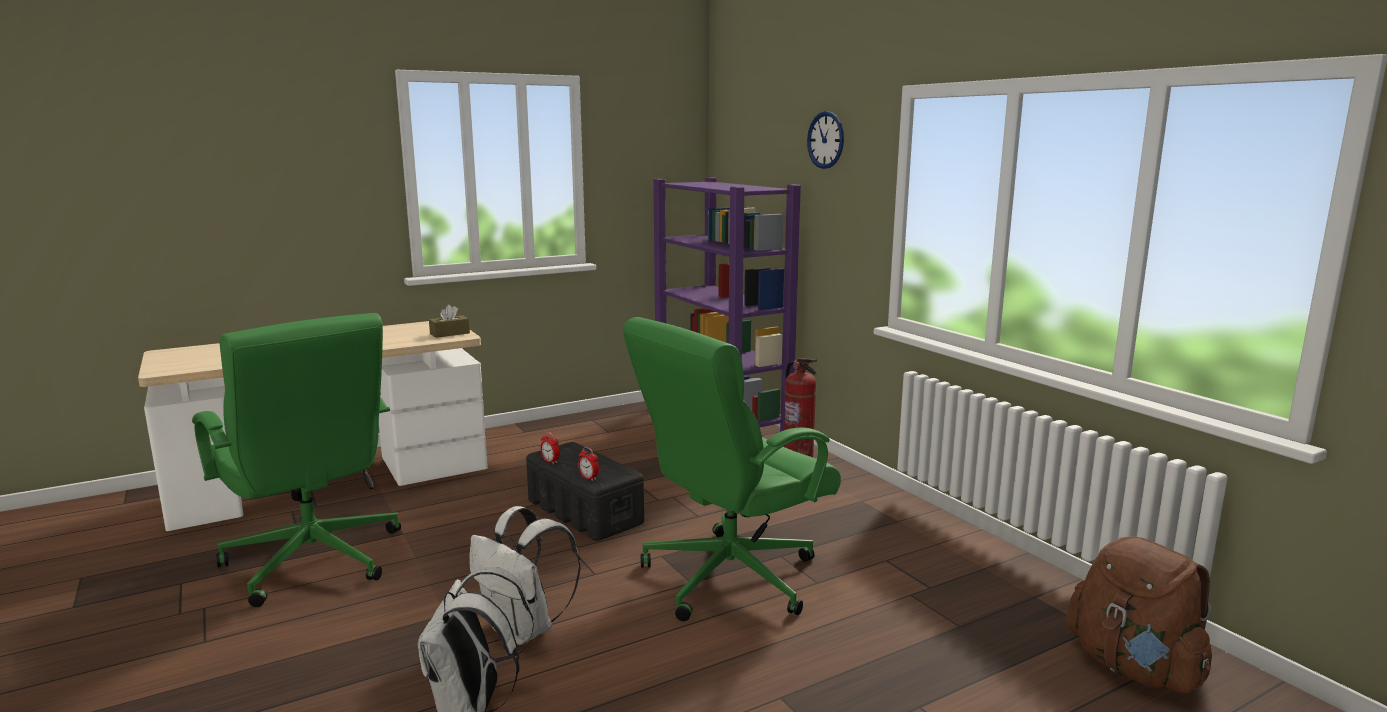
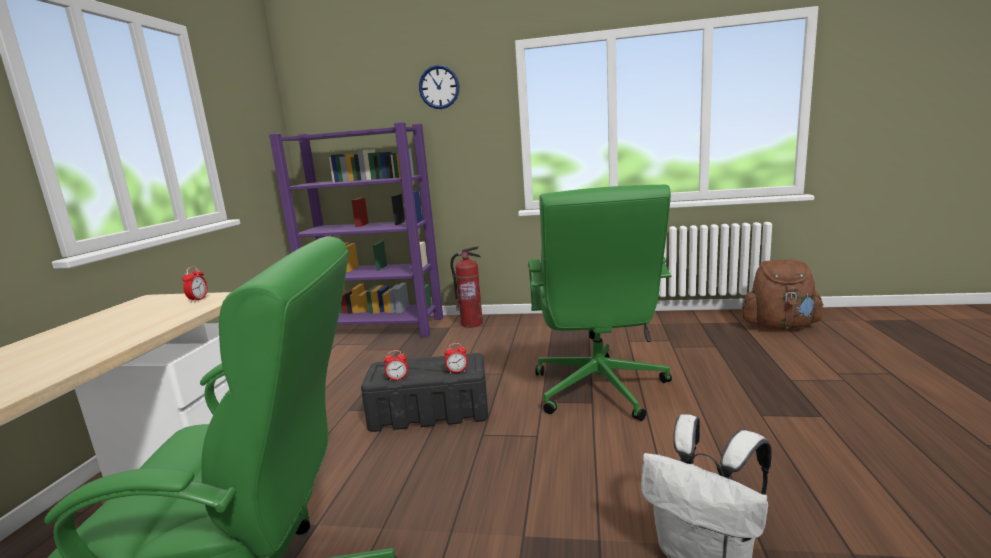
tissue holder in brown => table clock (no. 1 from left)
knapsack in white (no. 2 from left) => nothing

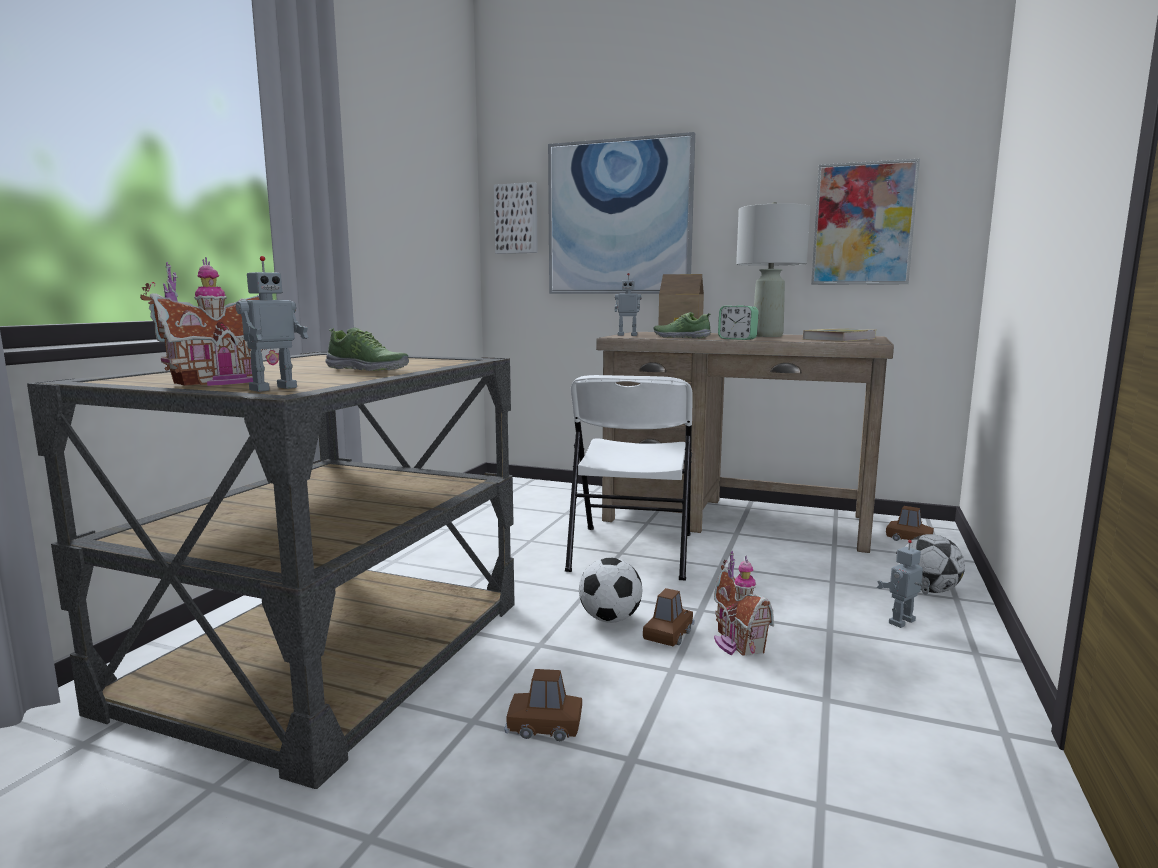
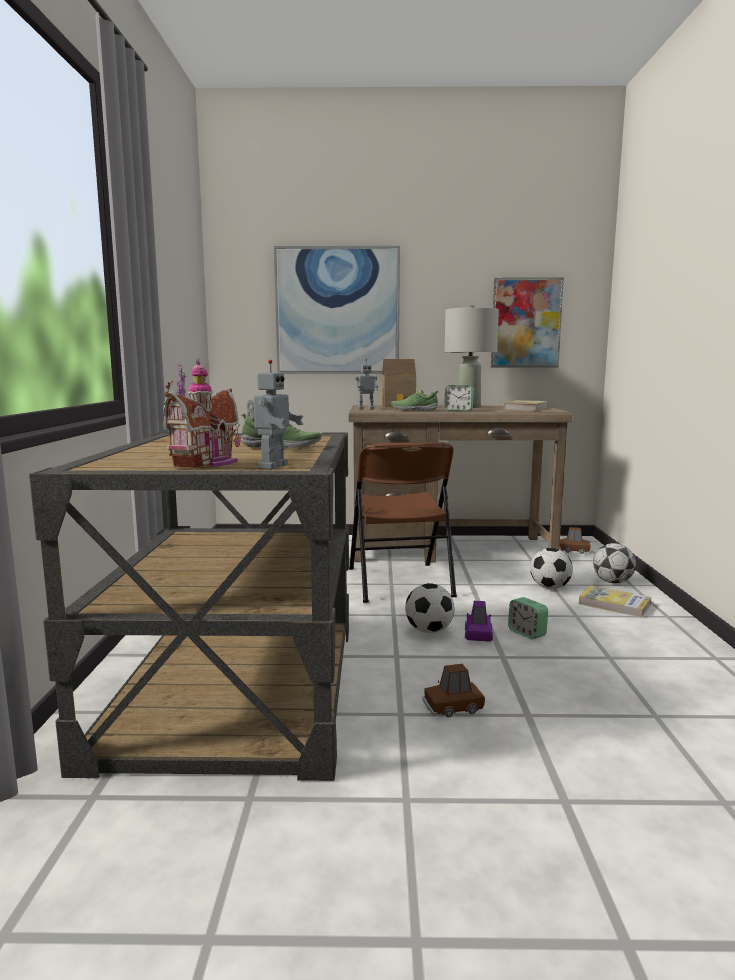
picture (no. 1 from left) => nothing
upright chair in white => upright chair in brown
model car in brown (no. 2 from left) => model car in purplish
miniature house (no. 3 from left) => table clock (no. 2 from left)
robot figure (no. 3 from left) => bound book (no. 2 from left)
nothing => football ball (no. 2 from left)

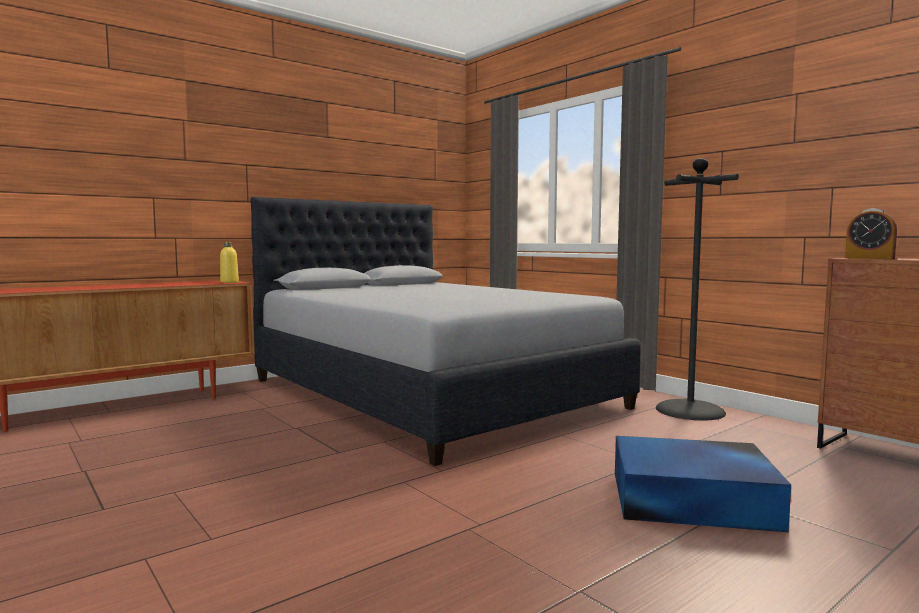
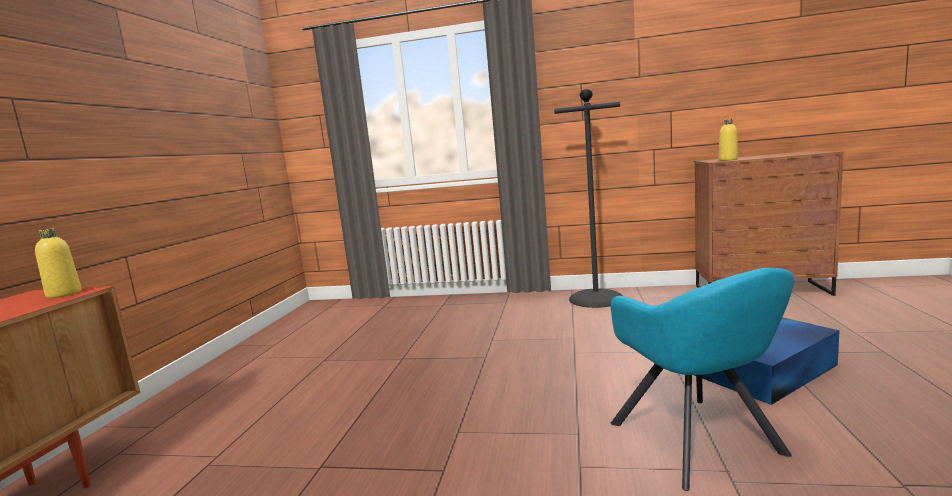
bed in gray => nothing
table clock => beverage bottle in yellow-coloured (no. 2 from left)
nothing => armchair in turquoise

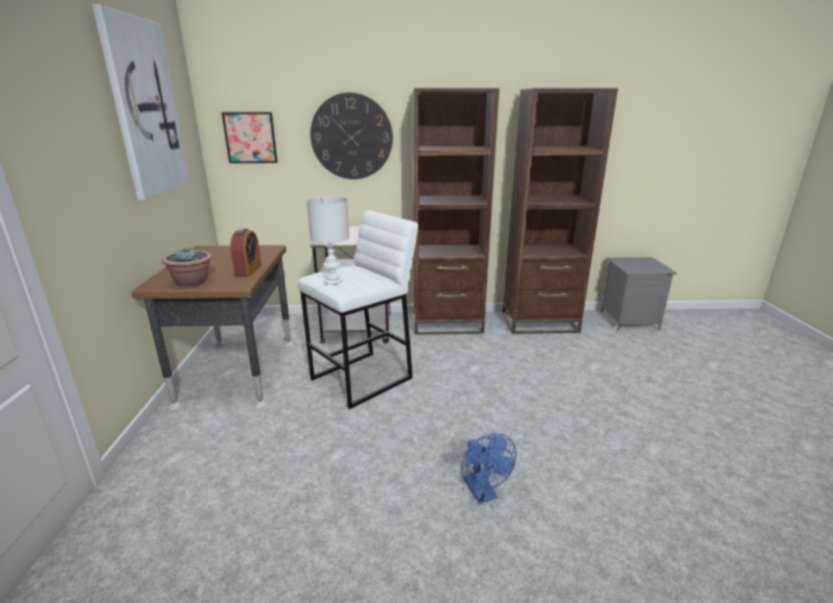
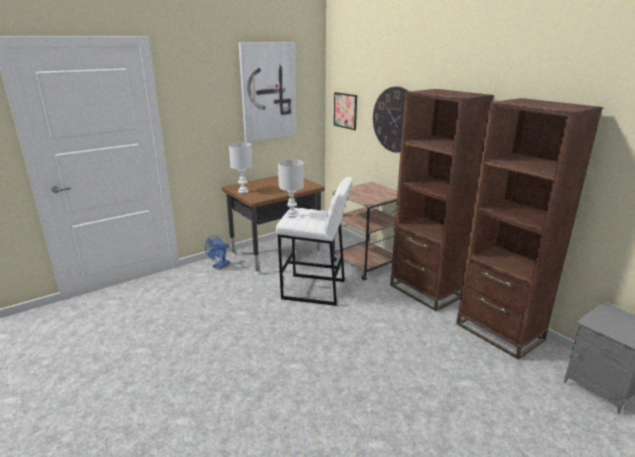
plant in a pot => lamp for a table in white (no. 1 from left)
table clock => nothing
fan in bluish, relocated

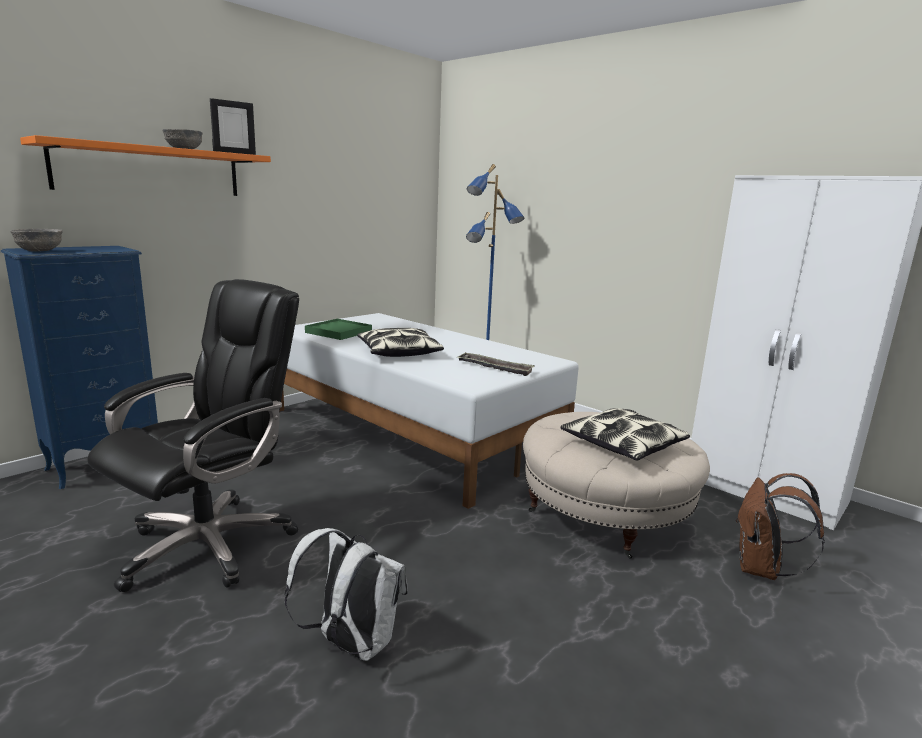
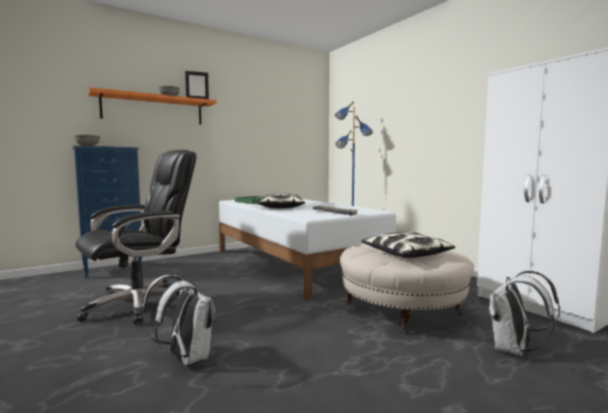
knapsack in brown => knapsack in white (no. 2 from left)

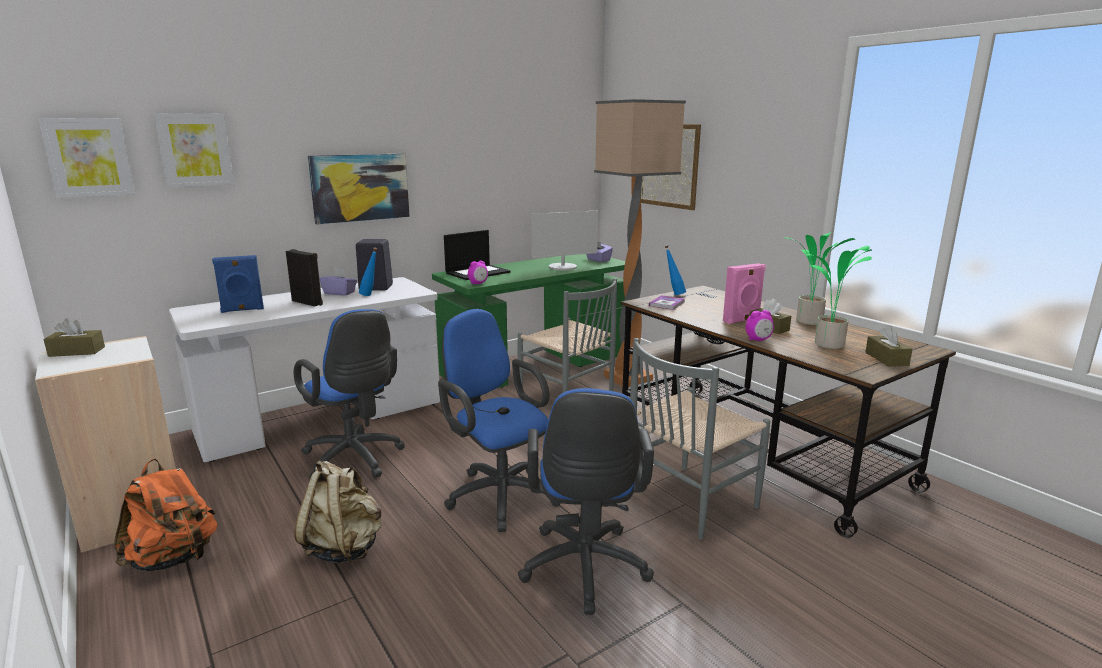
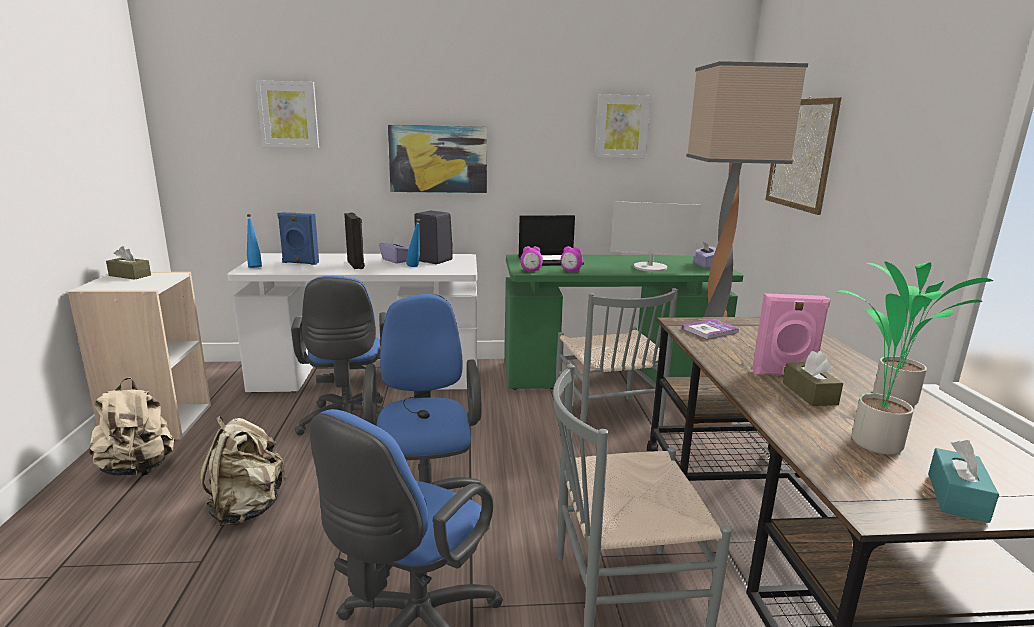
picture (no. 1 from left in the first image) => picture (no. 3 from left), relocated
knapsack in orange-coloured => knapsack in beige-coloured (no. 1 from left)
beverage bottle in bluish (no. 2 from left in the first image) => beverage bottle in bluish (no. 1 from left), relocated
table clock (no. 2 from left), relocated
tissue holder in brown (no. 3 from left) => tissue holder in turquoise

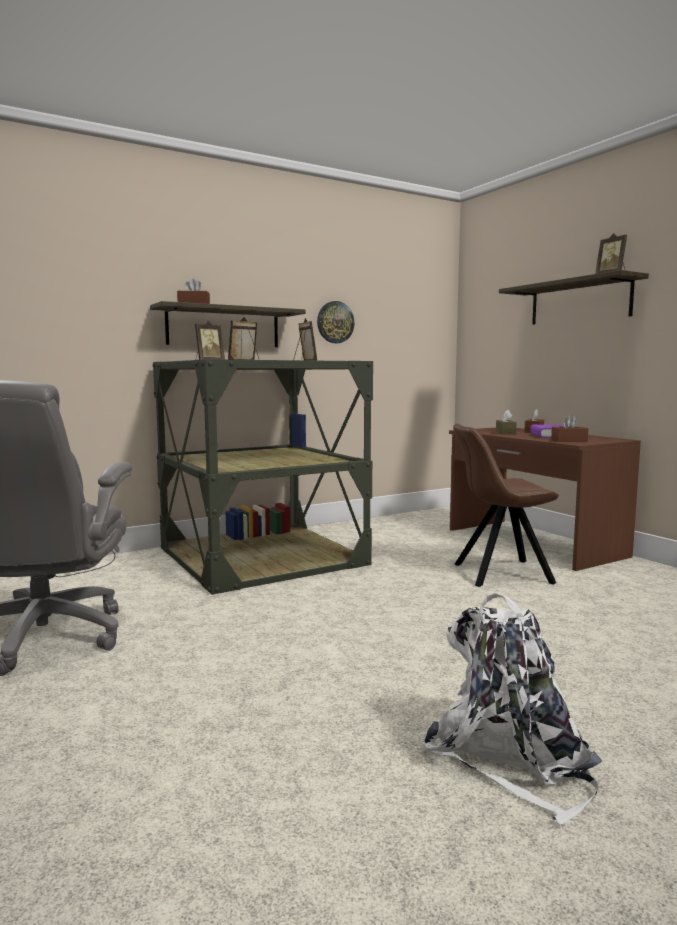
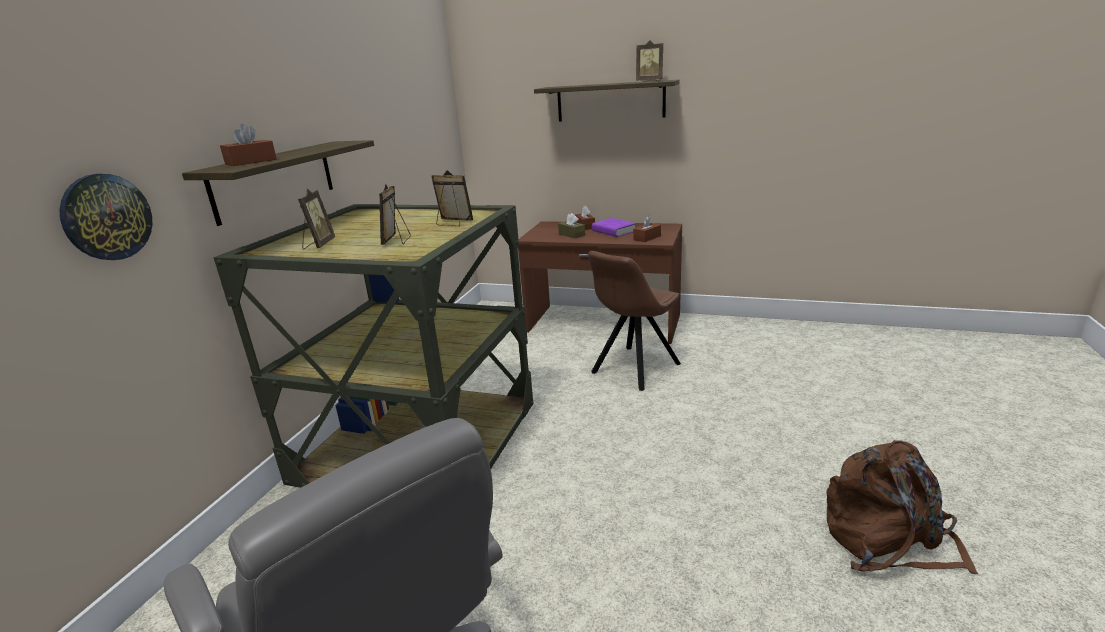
wall clock, relocated
knapsack in white => knapsack in brown

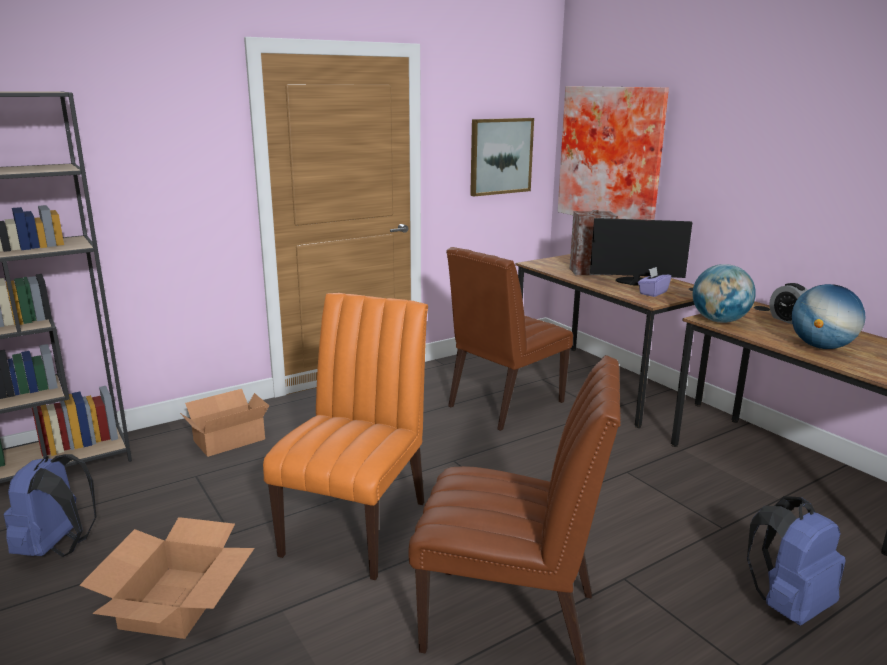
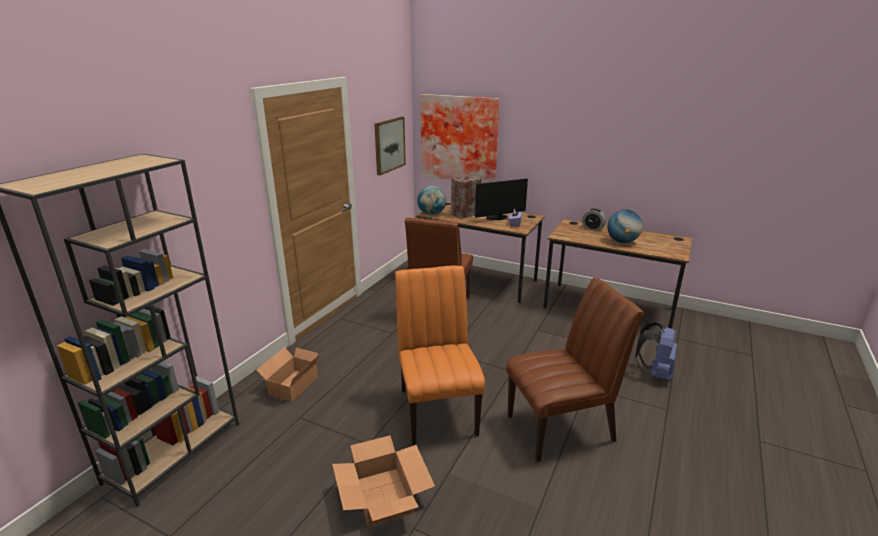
knapsack in bluish (no. 1 from left) => nothing
world globe (no. 1 from left), relocated

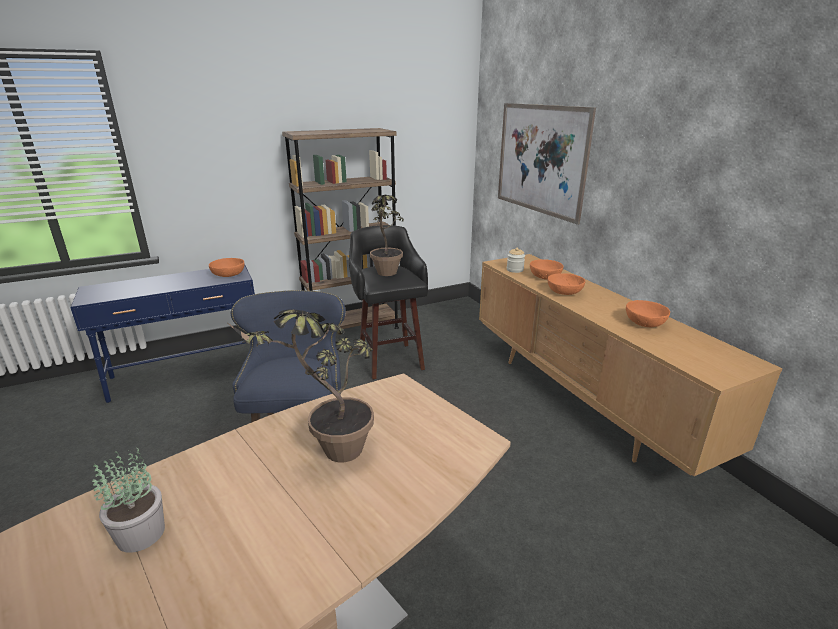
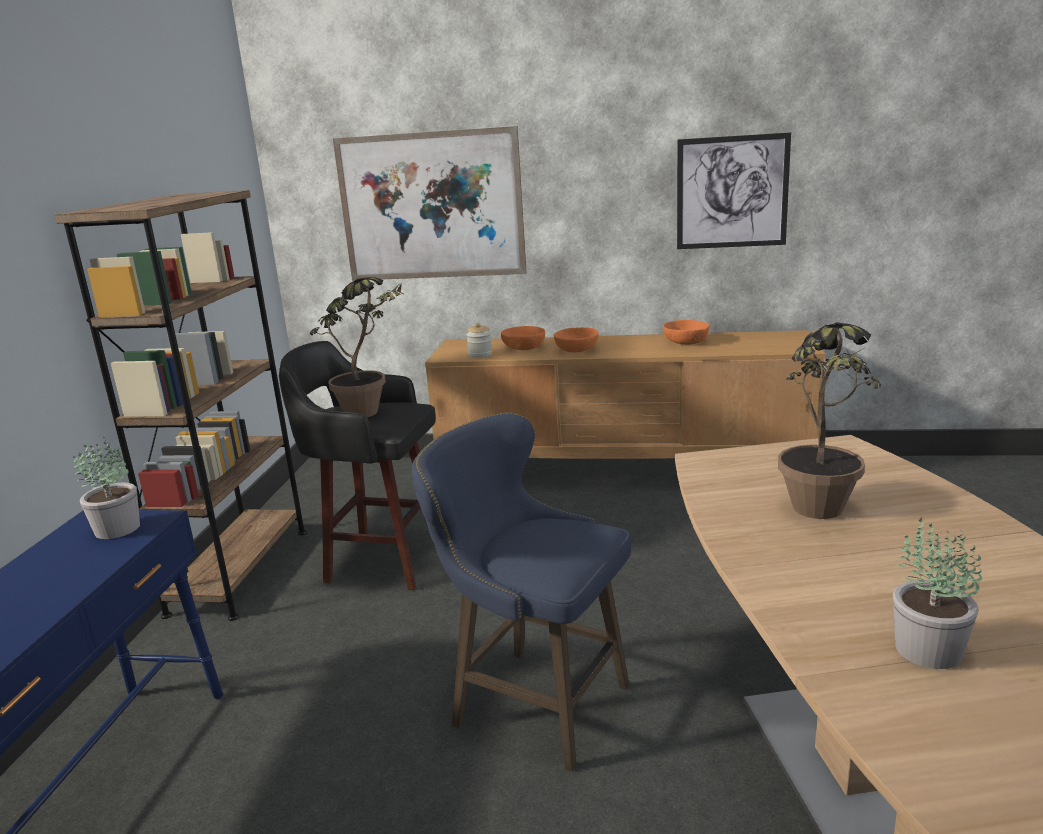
deep dish in orange-coloured (no. 1 from left) => plant in a pot (no. 1 from left)
nothing => picture (no. 2 from left)

